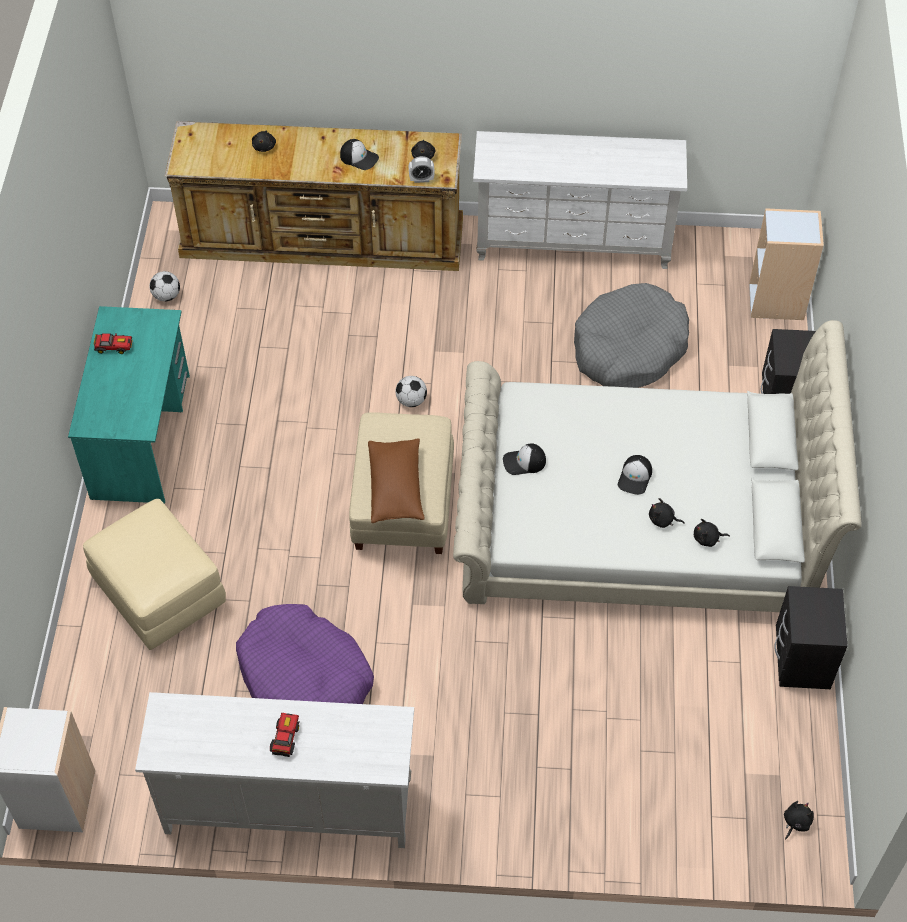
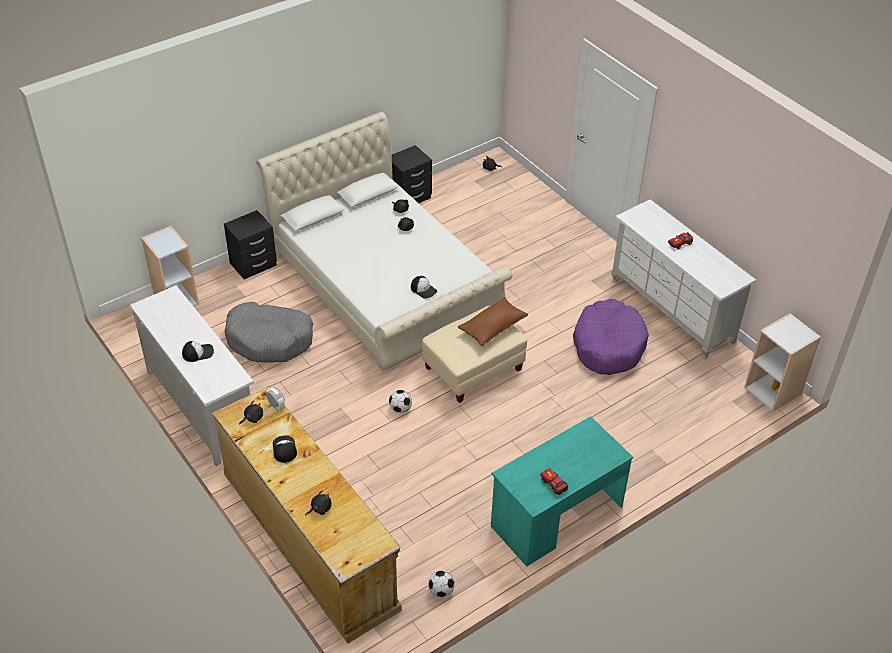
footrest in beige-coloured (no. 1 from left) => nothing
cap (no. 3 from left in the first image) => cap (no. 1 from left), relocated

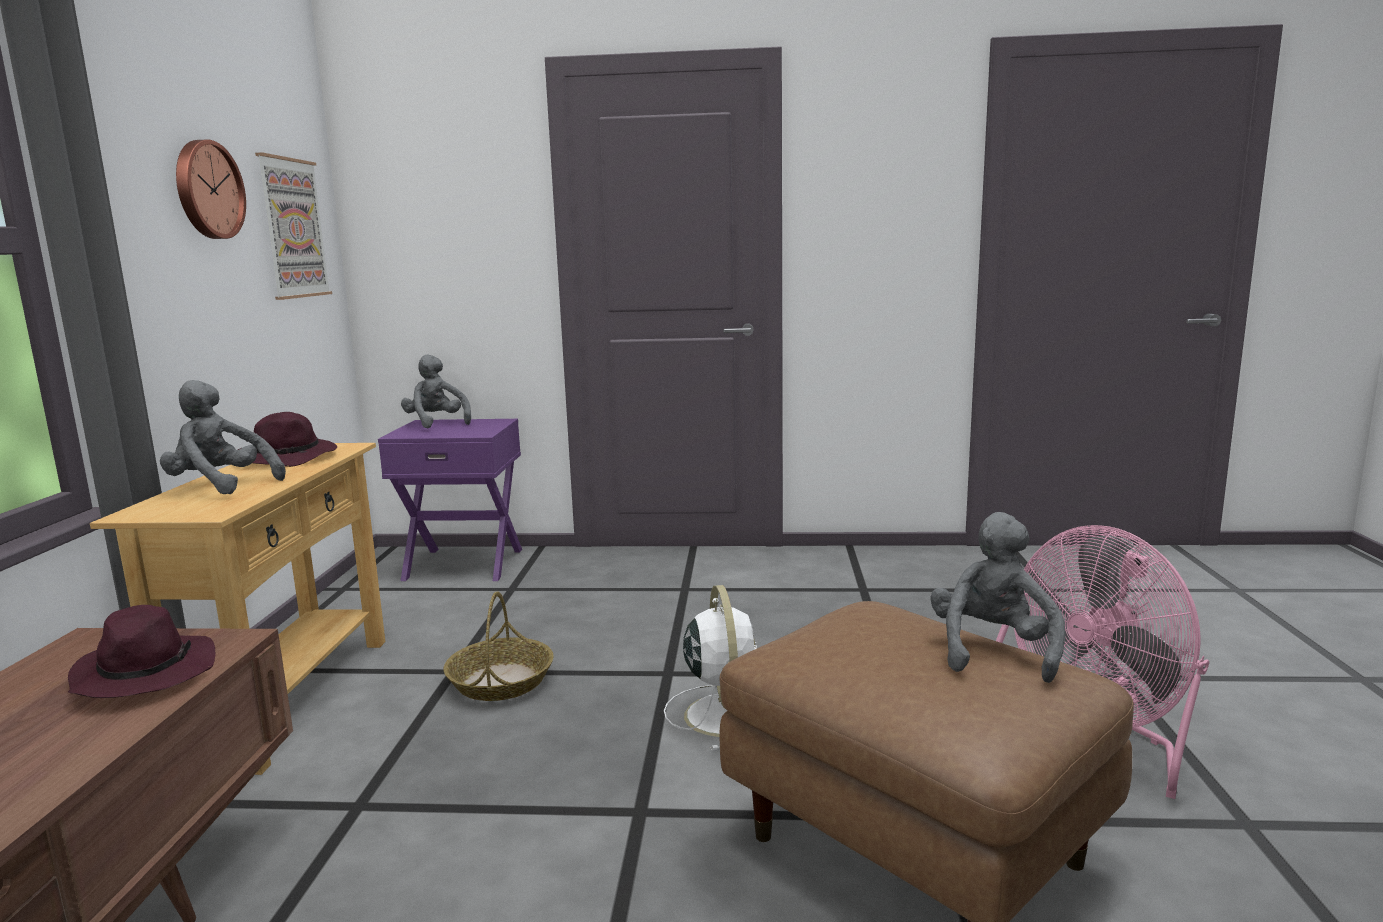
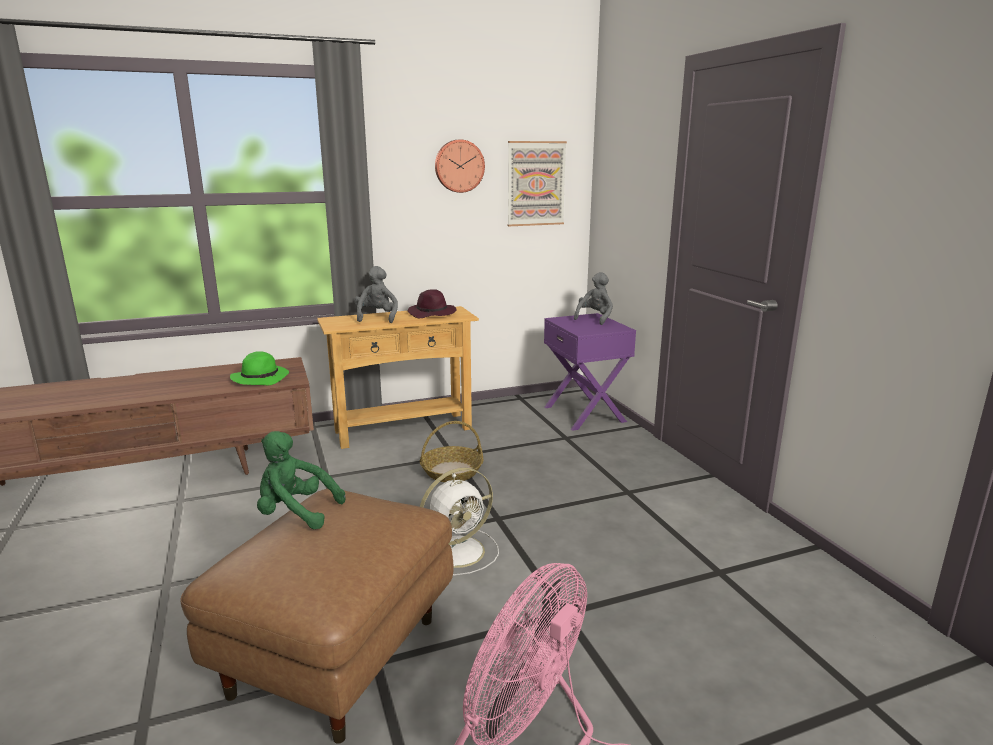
clothing hat in purplish (no. 1 from left) => clothing hat in green
cuddly toy in gray (no. 3 from left) => nothing
nothing => cuddly toy in green

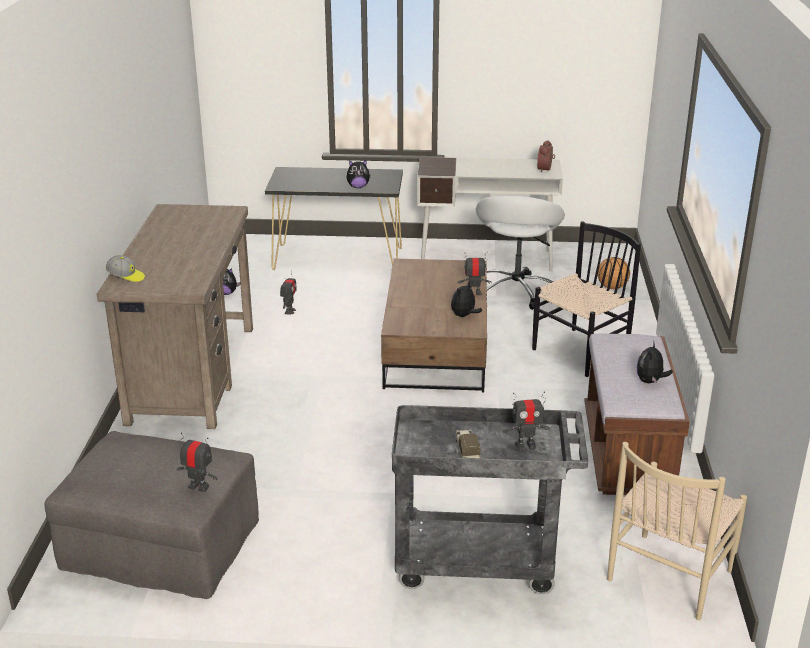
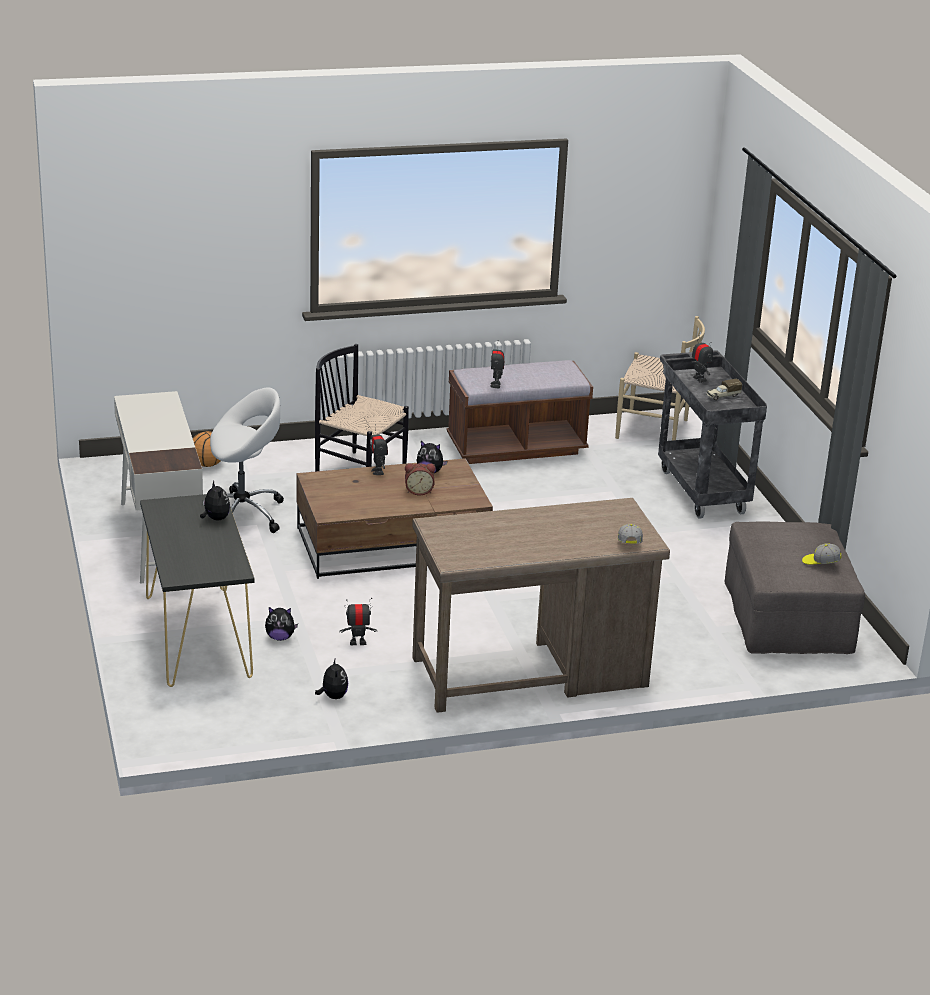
robot figure (no. 1 from left in the first image) => robot figure (no. 3 from left), relocated
table clock, relocated
cuddly toy (no. 4 from left in the first image) => cuddly toy (no. 2 from left), relocated
nothing => cap (no. 2 from left)

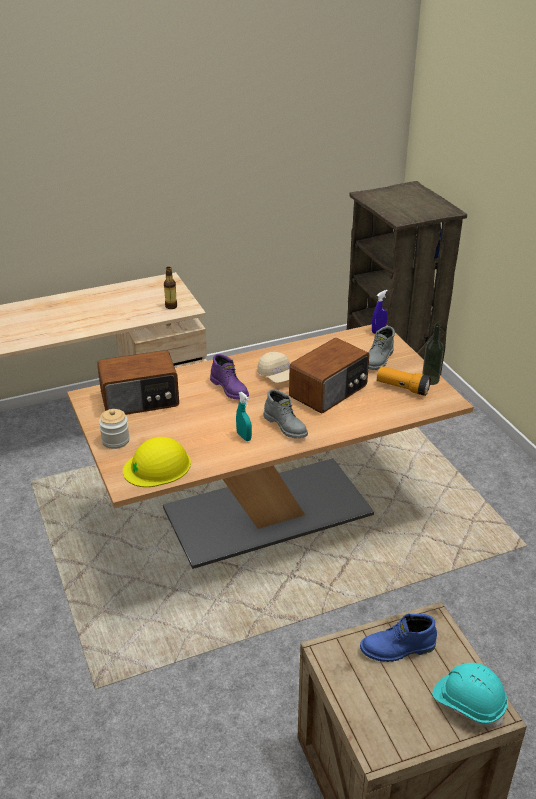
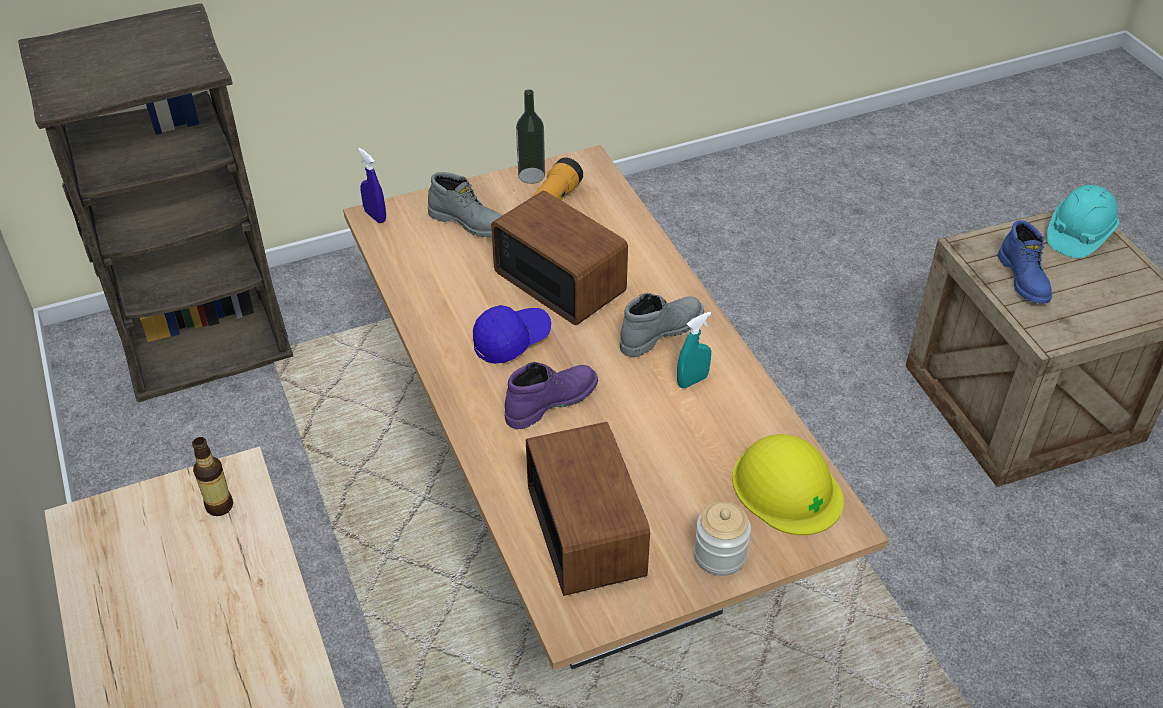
cap in beige-coloured => cap in bluish

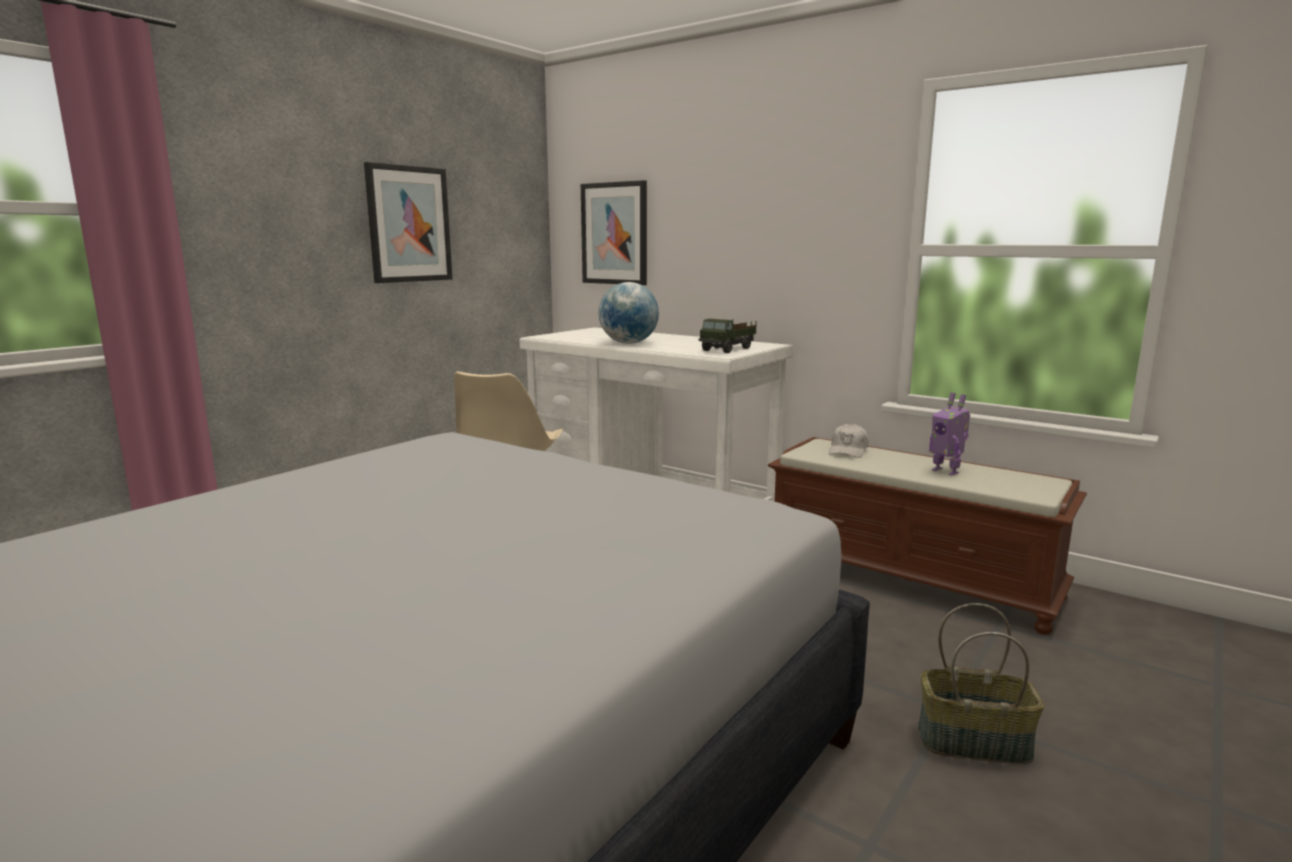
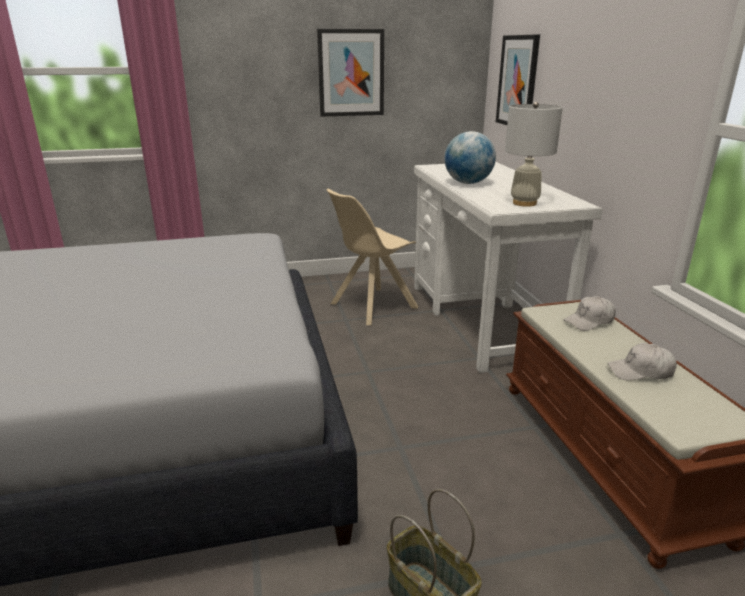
toy truck => lamp for a table in white
robot figure => cap in white (no. 2 from left)

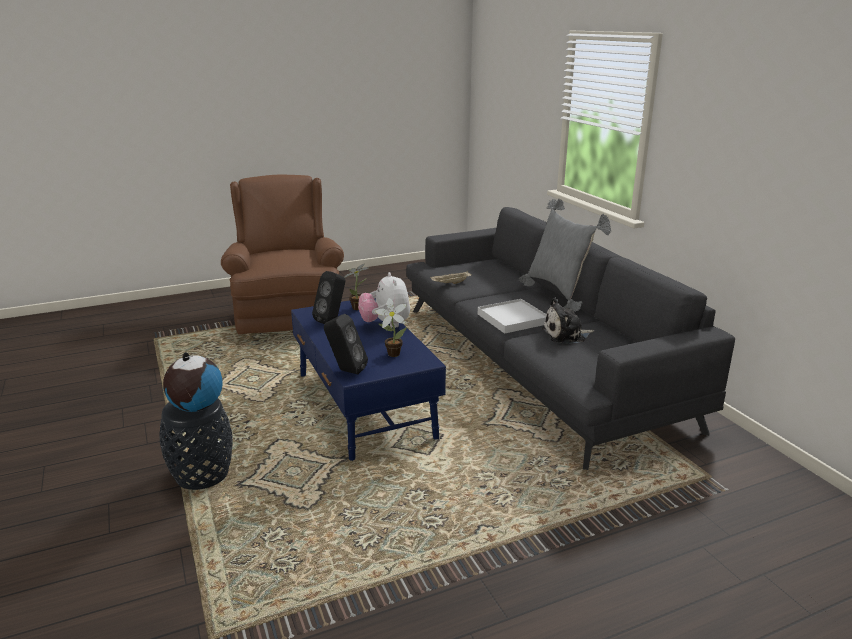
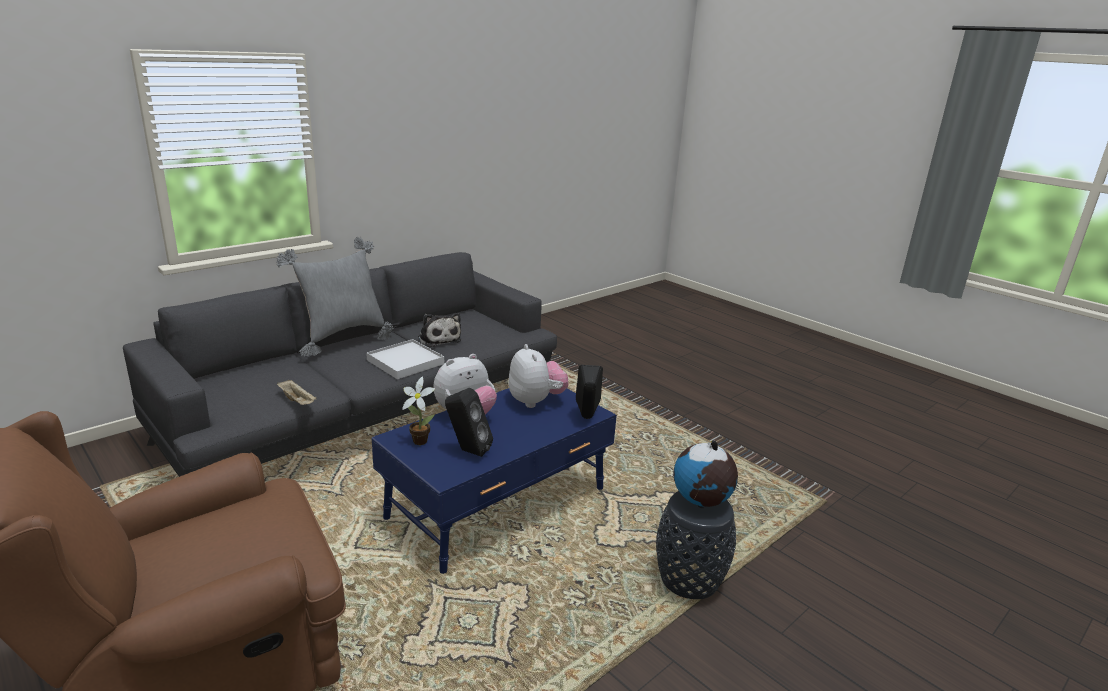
plant in a pot (no. 2 from left) => cuddly toy (no. 3 from left)

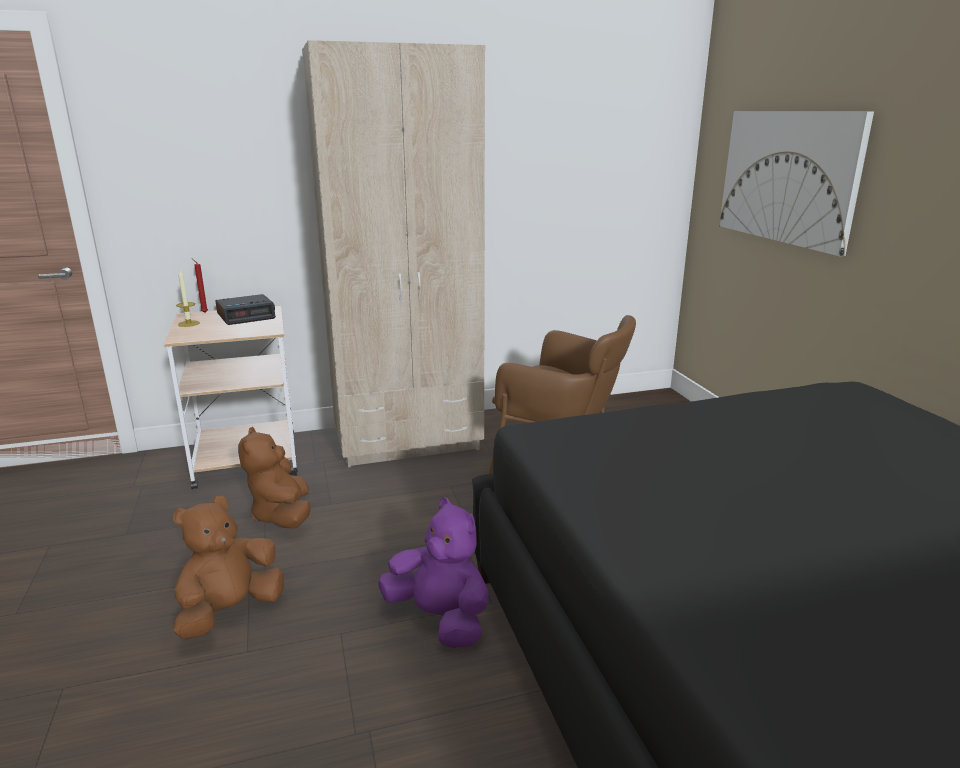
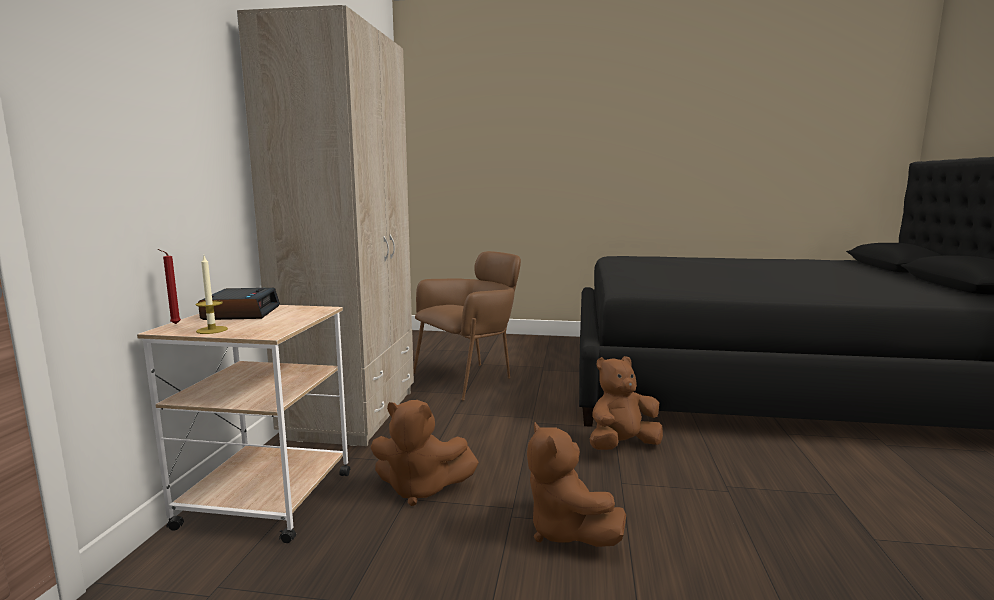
cuddly toy in purplish => cuddly toy in brown (no. 3 from left)
picture => nothing

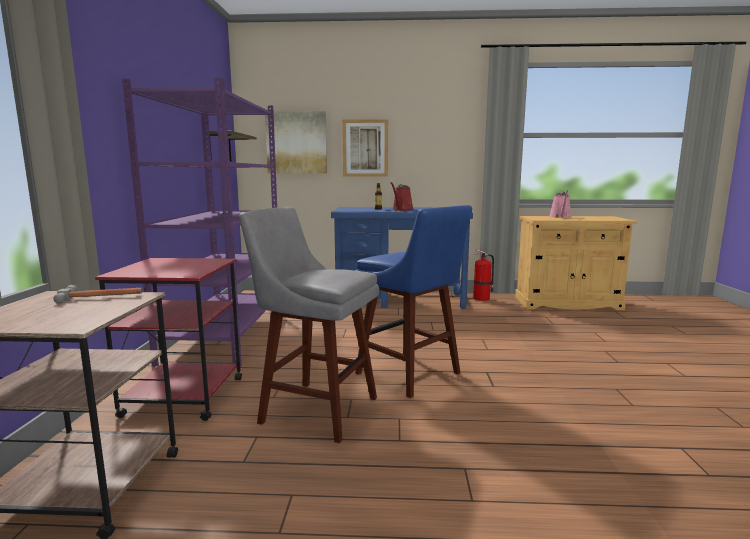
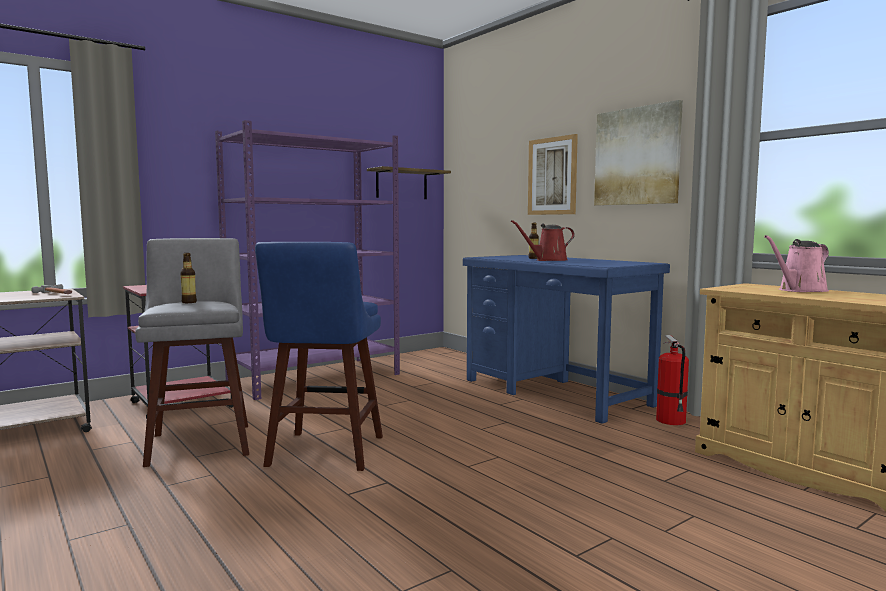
picture (no. 1 from left in the first image) => picture (no. 2 from left), relocated
nothing => beverage bottle (no. 1 from left)

